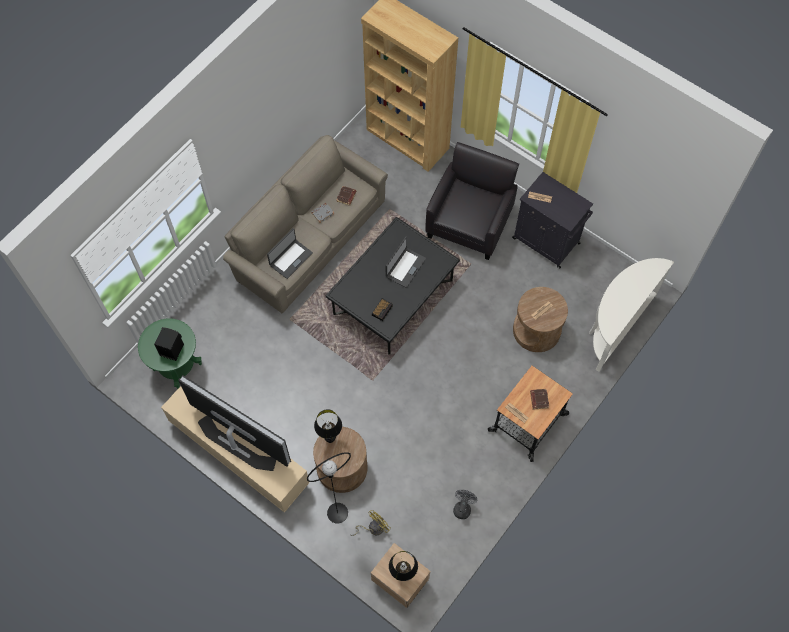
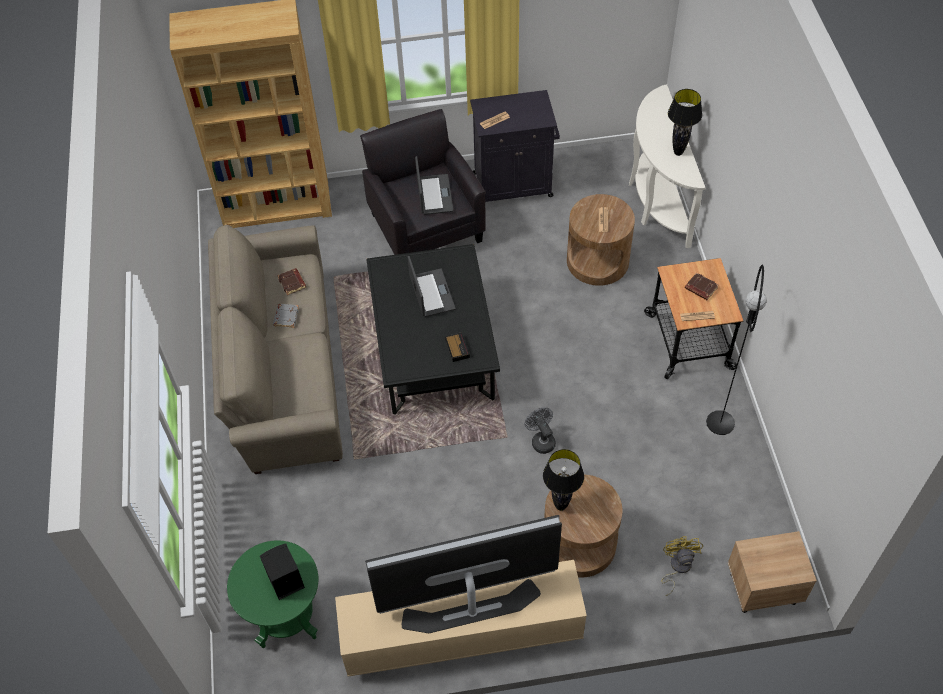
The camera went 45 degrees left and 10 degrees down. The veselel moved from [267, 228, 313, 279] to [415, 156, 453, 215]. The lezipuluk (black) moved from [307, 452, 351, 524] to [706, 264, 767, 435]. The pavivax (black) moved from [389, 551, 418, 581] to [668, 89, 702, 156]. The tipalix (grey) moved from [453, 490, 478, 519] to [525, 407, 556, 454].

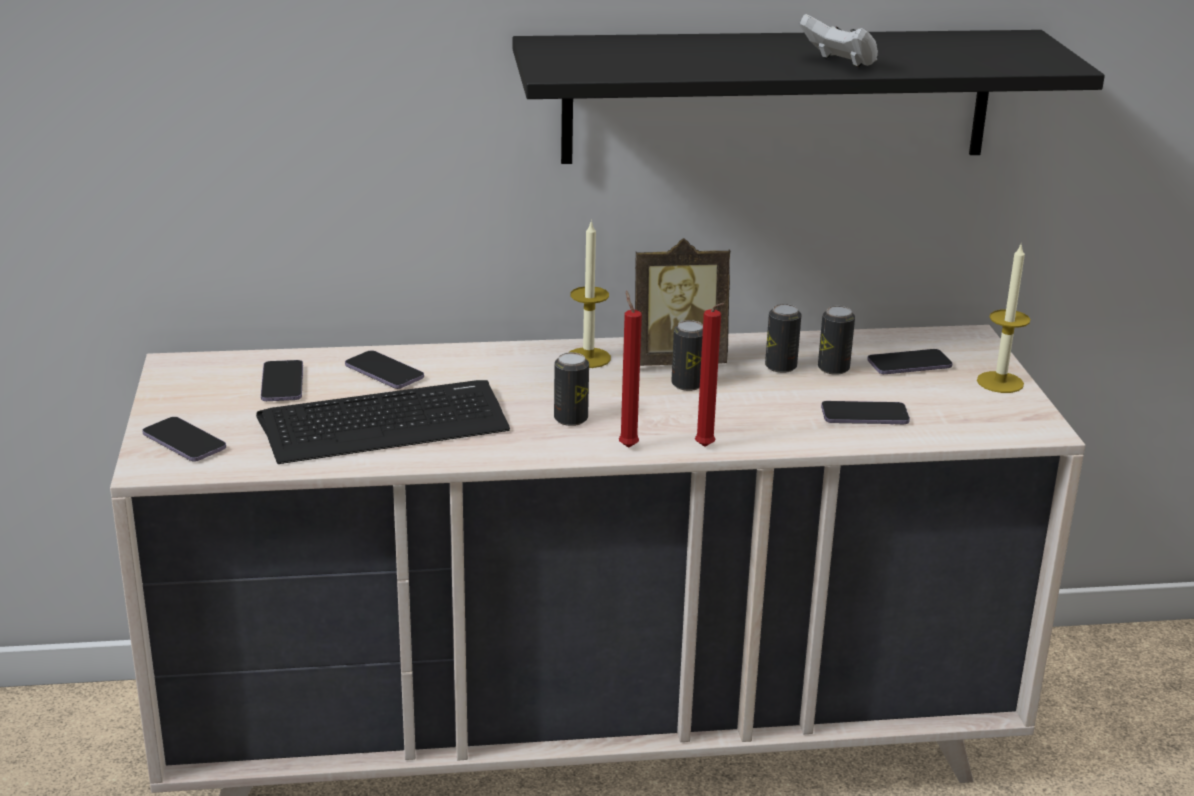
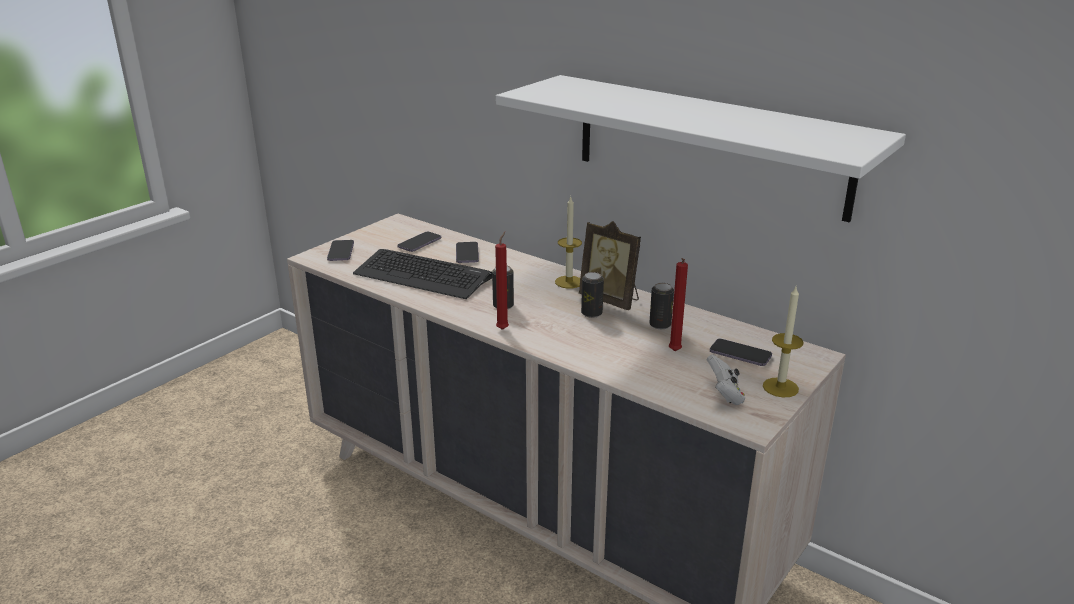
The camera went 45 degrees right and 0 degrees up. The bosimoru at [818, 306, 855, 375] disappeared. The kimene at [821, 401, 910, 425] disappeared. The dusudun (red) moved from [695, 303, 724, 447] to [669, 258, 688, 351]. The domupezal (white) moved from [799, 14, 878, 67] to [707, 354, 745, 405]. The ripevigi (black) at [513, 30, 1105, 164] became the ripevigi (white) at [496, 75, 906, 223].

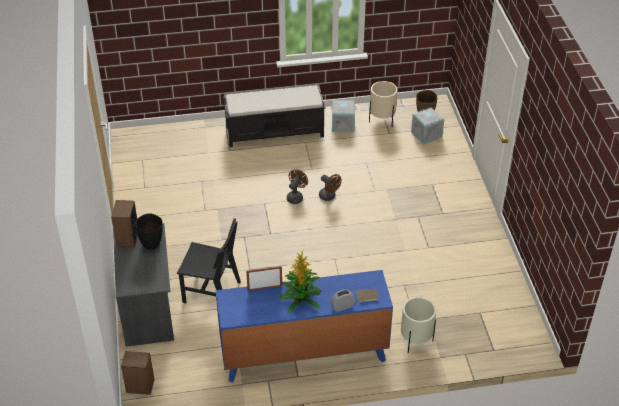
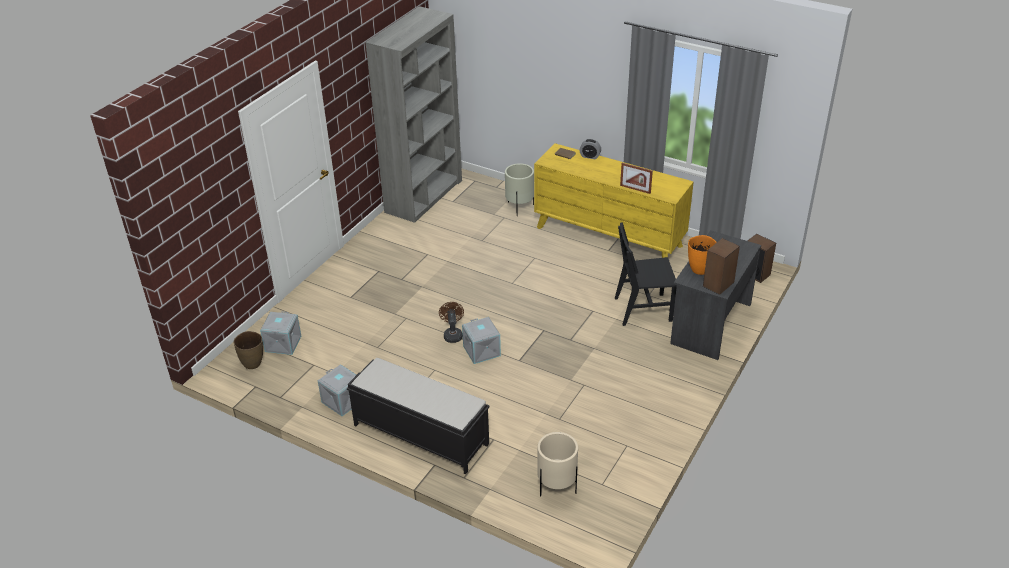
The camera went 140 degrees left and 5 degrees down. The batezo at [278, 251, 322, 313] disappeared. The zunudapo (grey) at [365, 6, 462, 223] appeared. The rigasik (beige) moved from [369, 81, 398, 126] to [537, 432, 578, 496]. The tipalix (brown) at [287, 170, 308, 204] was replaced by the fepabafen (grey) at [462, 317, 501, 364]. The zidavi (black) at [135, 213, 162, 250] became the zidavi (orange) at [688, 235, 717, 275]. The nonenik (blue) at [216, 270, 393, 383] became the nonenik (yellow) at [534, 143, 694, 258]. The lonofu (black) at [177, 218, 241, 303] turned 60 degrees counterclockwise.

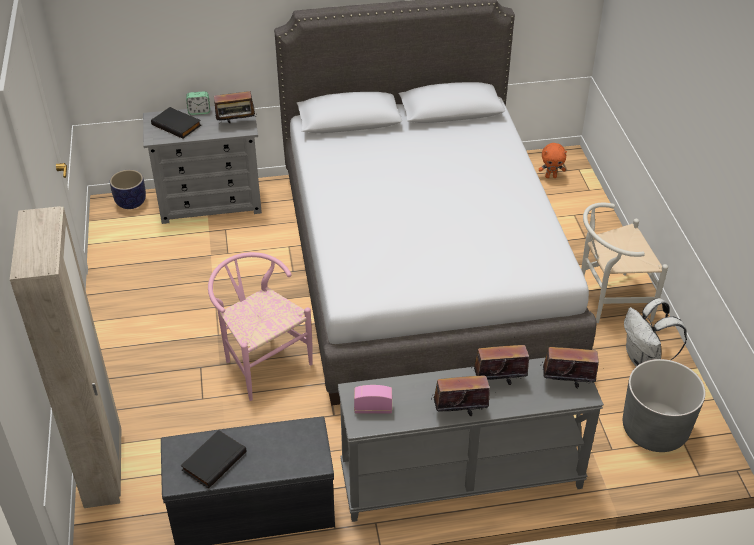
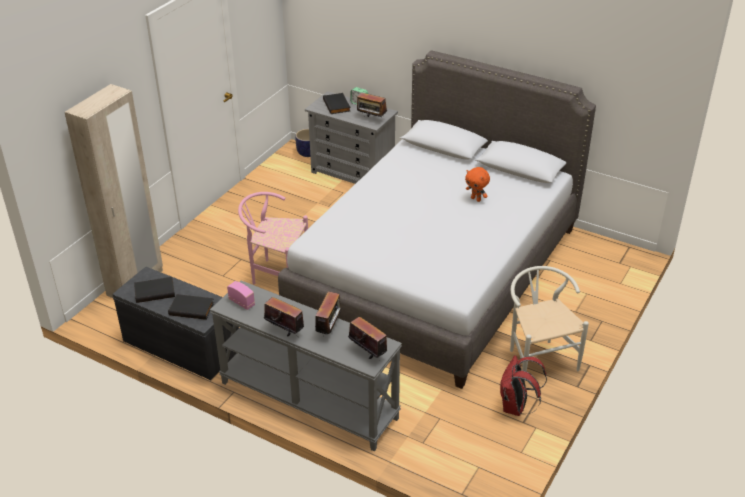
The camera went 40 degrees right and 5 degrees down. The rigasik (grey) at [623, 359, 706, 452] disappeared. The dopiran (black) at [168, 294, 214, 320] appeared. The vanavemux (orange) moved from [539, 143, 567, 178] to [465, 167, 490, 202]. The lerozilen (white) at [624, 298, 687, 366] became the lerozilen (red) at [500, 355, 547, 416]. The lonofu (pink) at [208, 252, 313, 401] turned 75 degrees counterclockwise. The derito at [471, 337, 529, 386] turned 75 degrees clockwise. The lonofu (white) at [581, 203, 668, 323] turned 45 degrees clockwise.

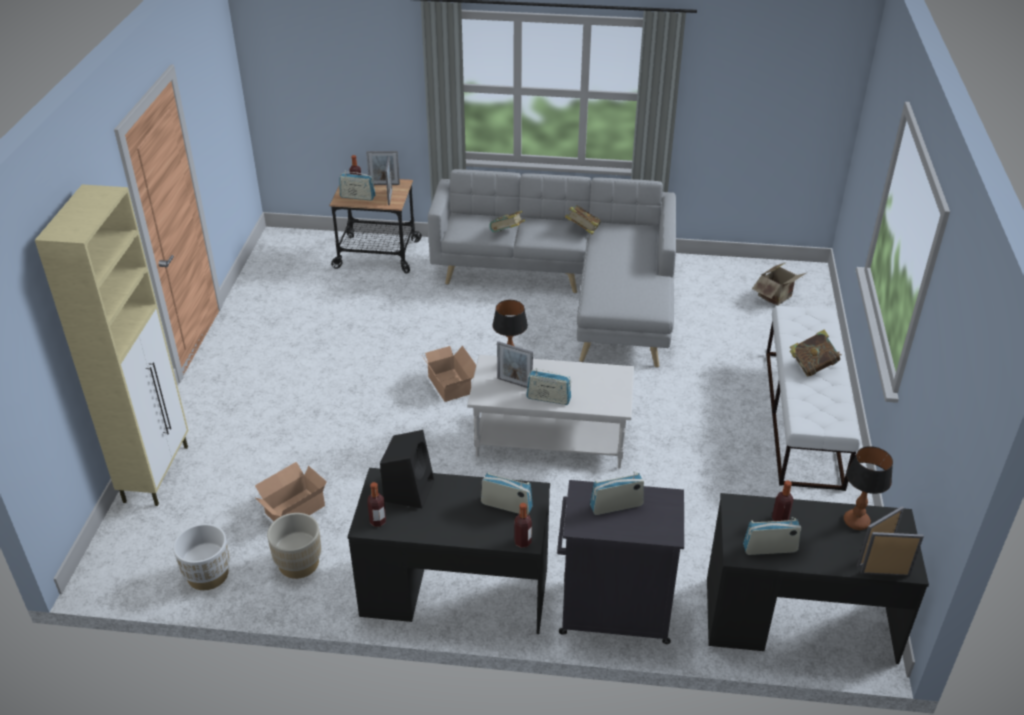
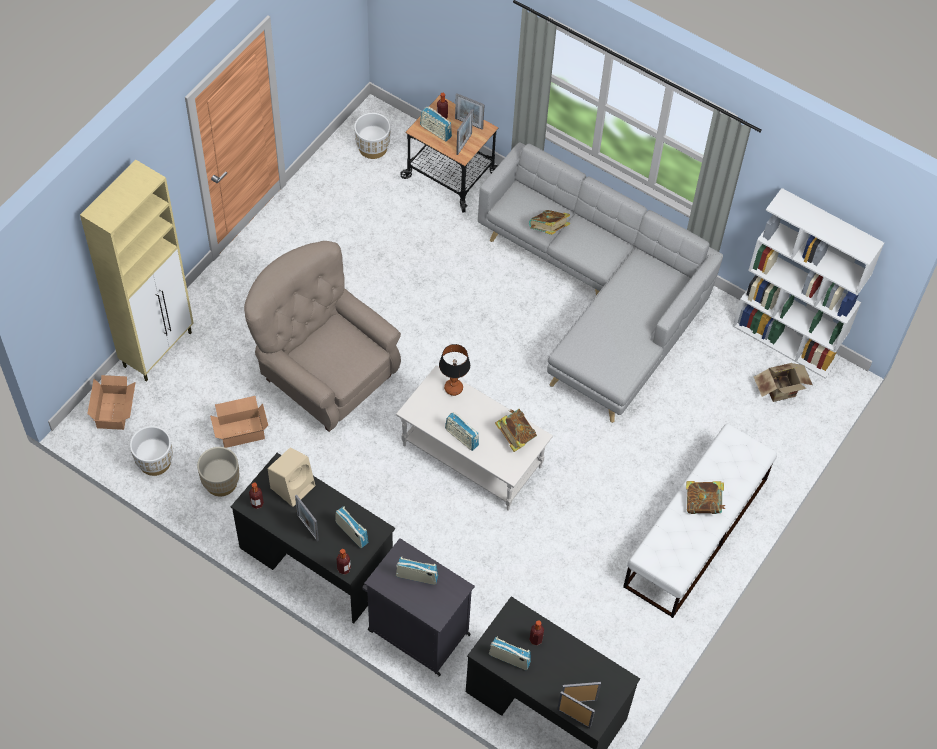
The camera went 25 degrees right and 20 degrees up. The pavivax at [844, 446, 893, 530] disappeared. The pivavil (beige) at [244, 241, 401, 432] appeared. The rigasik (white) at [354, 113, 390, 159] appeared. The zunudapo (white) at [733, 188, 884, 379] appeared. The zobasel moved from [423, 346, 476, 402] to [87, 375, 136, 430]. The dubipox moved from [497, 341, 533, 388] to [295, 494, 319, 541]. The dopiran moved from [565, 205, 601, 234] to [495, 409, 537, 452]. The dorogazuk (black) at [380, 430, 434, 508] became the dorogazuk (beige) at [268, 447, 315, 507].

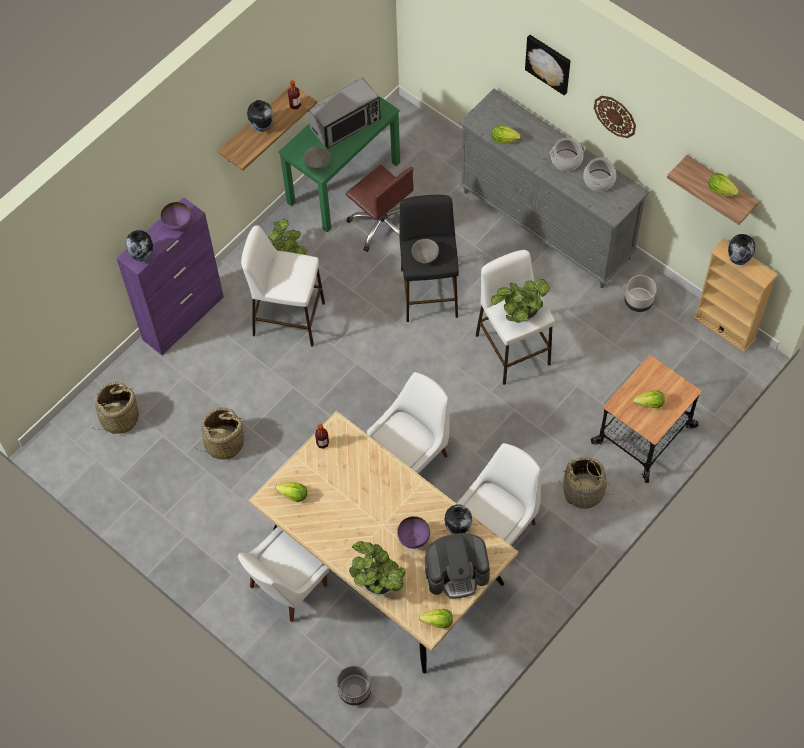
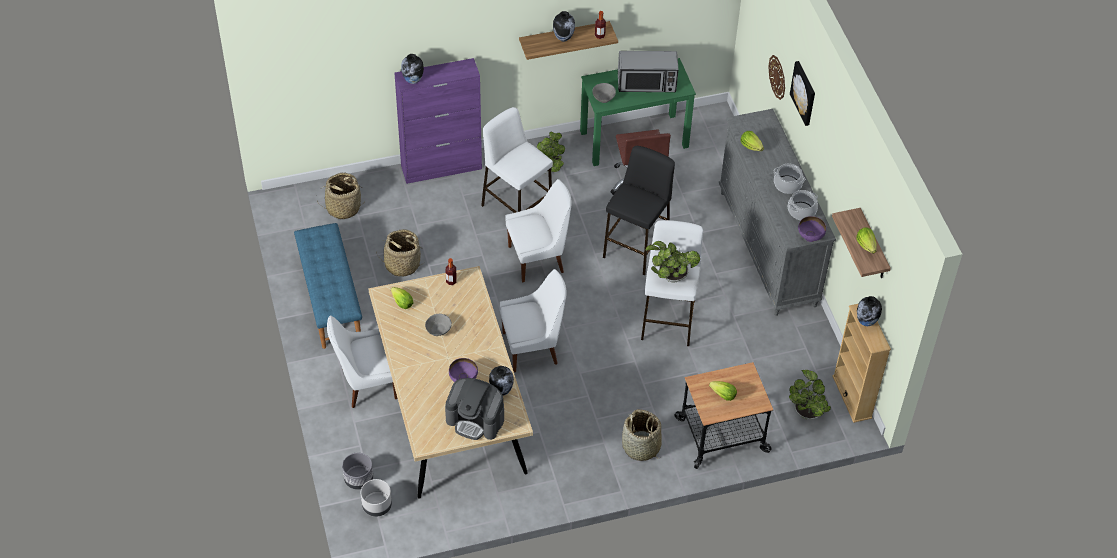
The camera went 30 degrees right and 10 degrees down. The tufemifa at [419, 609, 453, 629] disappeared. The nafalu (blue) at [294, 223, 362, 349] appeared. The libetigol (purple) moved from [160, 202, 192, 231] to [798, 216, 826, 242]. The batezo moved from [349, 541, 405, 596] to [789, 370, 831, 420]. The libetigol (grey) moved from [412, 239, 439, 264] to [425, 314, 452, 336]. The lonofu (white) moved from [456, 443, 541, 545] to [506, 179, 572, 283]. The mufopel moved from [594, 96, 636, 138] to [768, 55, 785, 100]. The rigasik (grey) moved from [624, 275, 656, 312] to [360, 479, 392, 517].

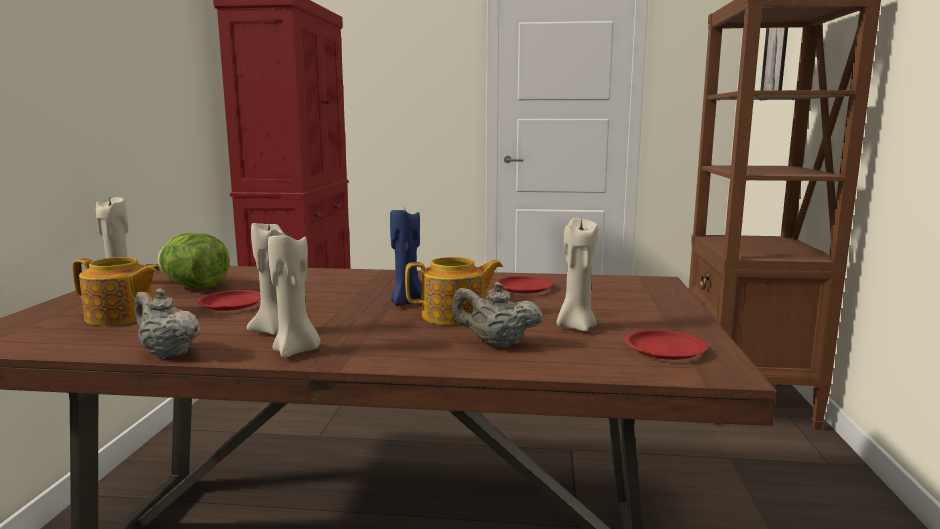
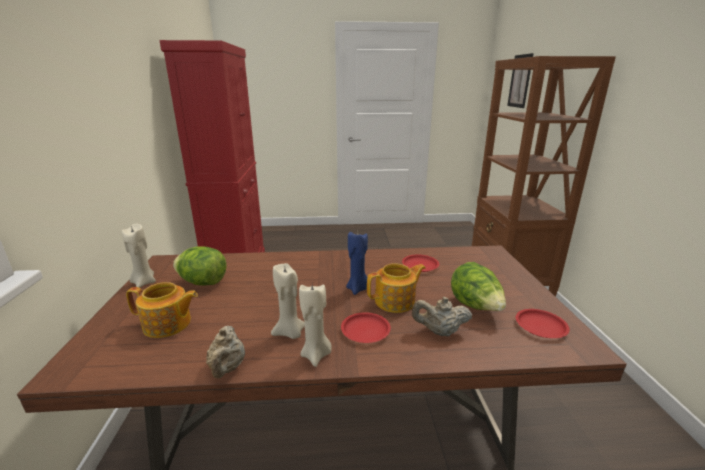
The camera went 10 degrees left and 10 degrees up. The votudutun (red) moved from [197, 290, 261, 311] to [341, 312, 391, 343]. The dusudun (beige) at [557, 217, 598, 332] was replaced by the tufemifa at [451, 262, 506, 311]. The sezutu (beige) at [134, 288, 200, 358] turned 120 degrees counterclockwise.

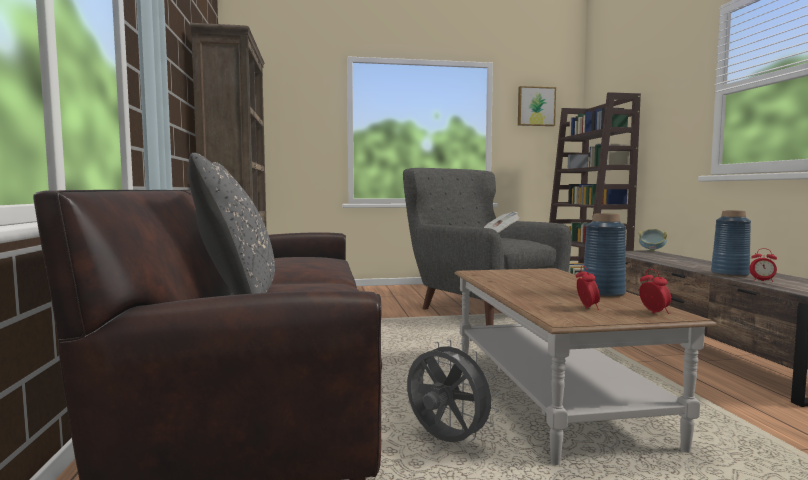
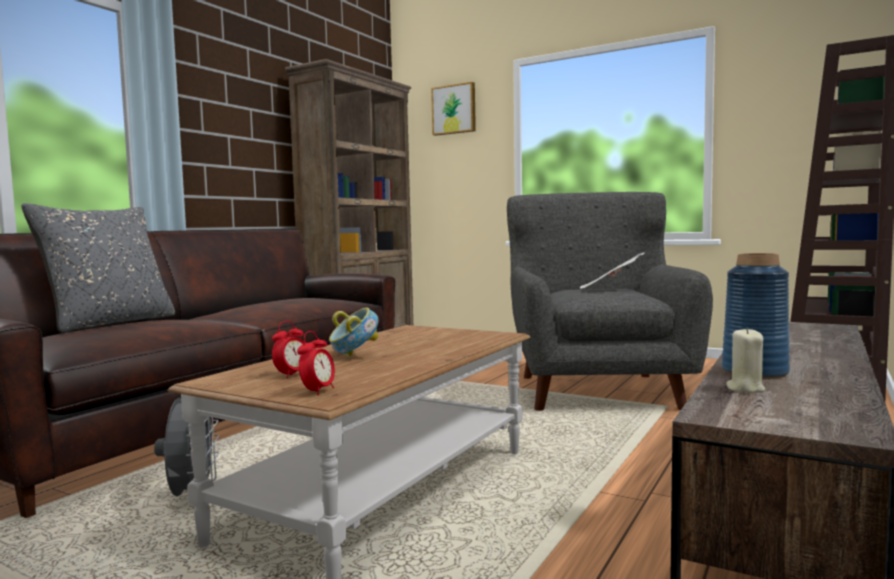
The camera went 40 degrees right and 0 degrees up. The zidavi (blue) at [583, 214, 626, 297] disappeared. The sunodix moved from [518, 86, 556, 126] to [431, 82, 476, 136]. The libetigol moved from [639, 229, 667, 251] to [329, 308, 378, 357]. The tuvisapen at [749, 248, 777, 281] was replaced by the dusudun (beige) at [726, 327, 765, 393].

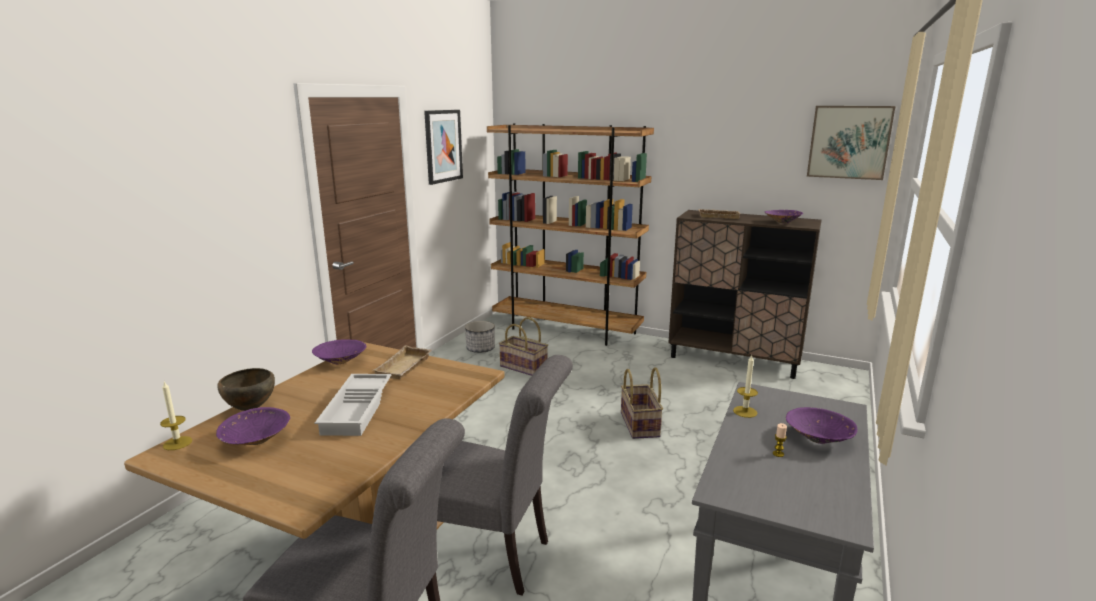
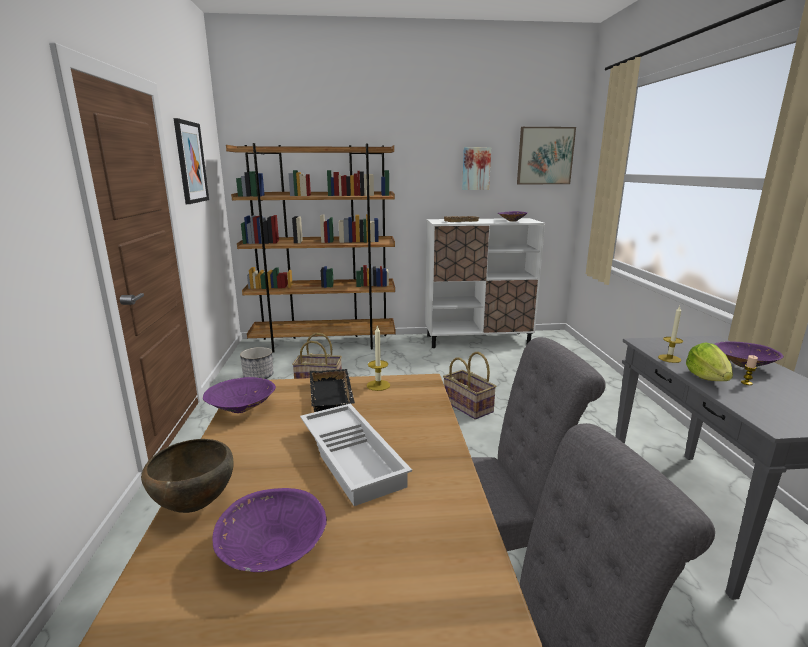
The camera went 30 degrees left and 0 degrees up. The sunodix at [462, 147, 491, 190] appeared. The tufemifa at [686, 342, 733, 381] appeared. The dusudun moved from [160, 381, 192, 450] to [367, 325, 390, 391]. The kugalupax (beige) at [373, 345, 432, 379] became the kugalupax (black) at [310, 369, 355, 412]. The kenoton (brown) at [668, 210, 822, 379] became the kenoton (white) at [425, 218, 545, 348].

